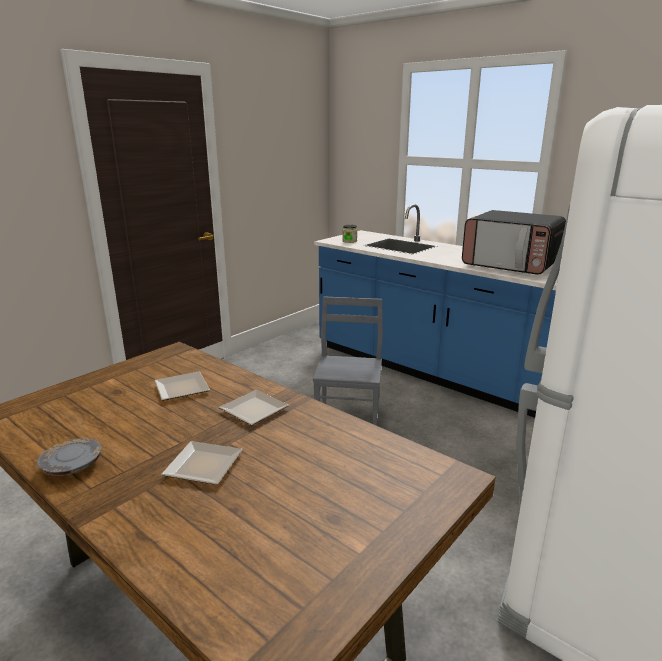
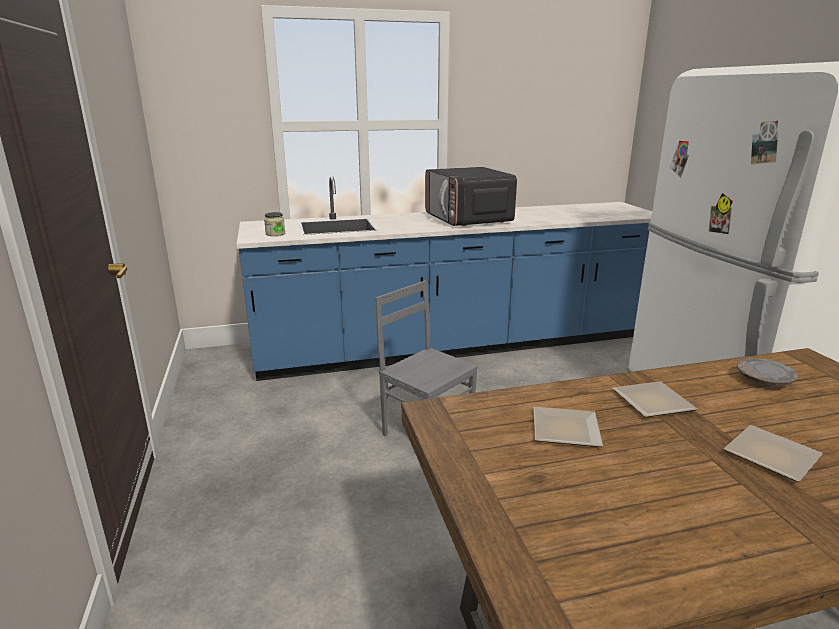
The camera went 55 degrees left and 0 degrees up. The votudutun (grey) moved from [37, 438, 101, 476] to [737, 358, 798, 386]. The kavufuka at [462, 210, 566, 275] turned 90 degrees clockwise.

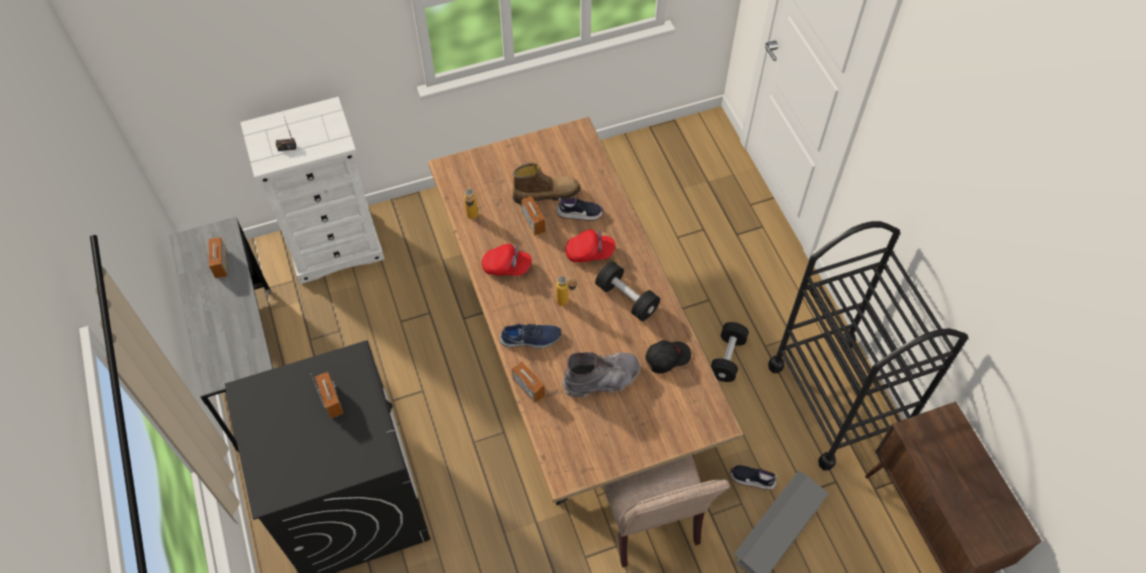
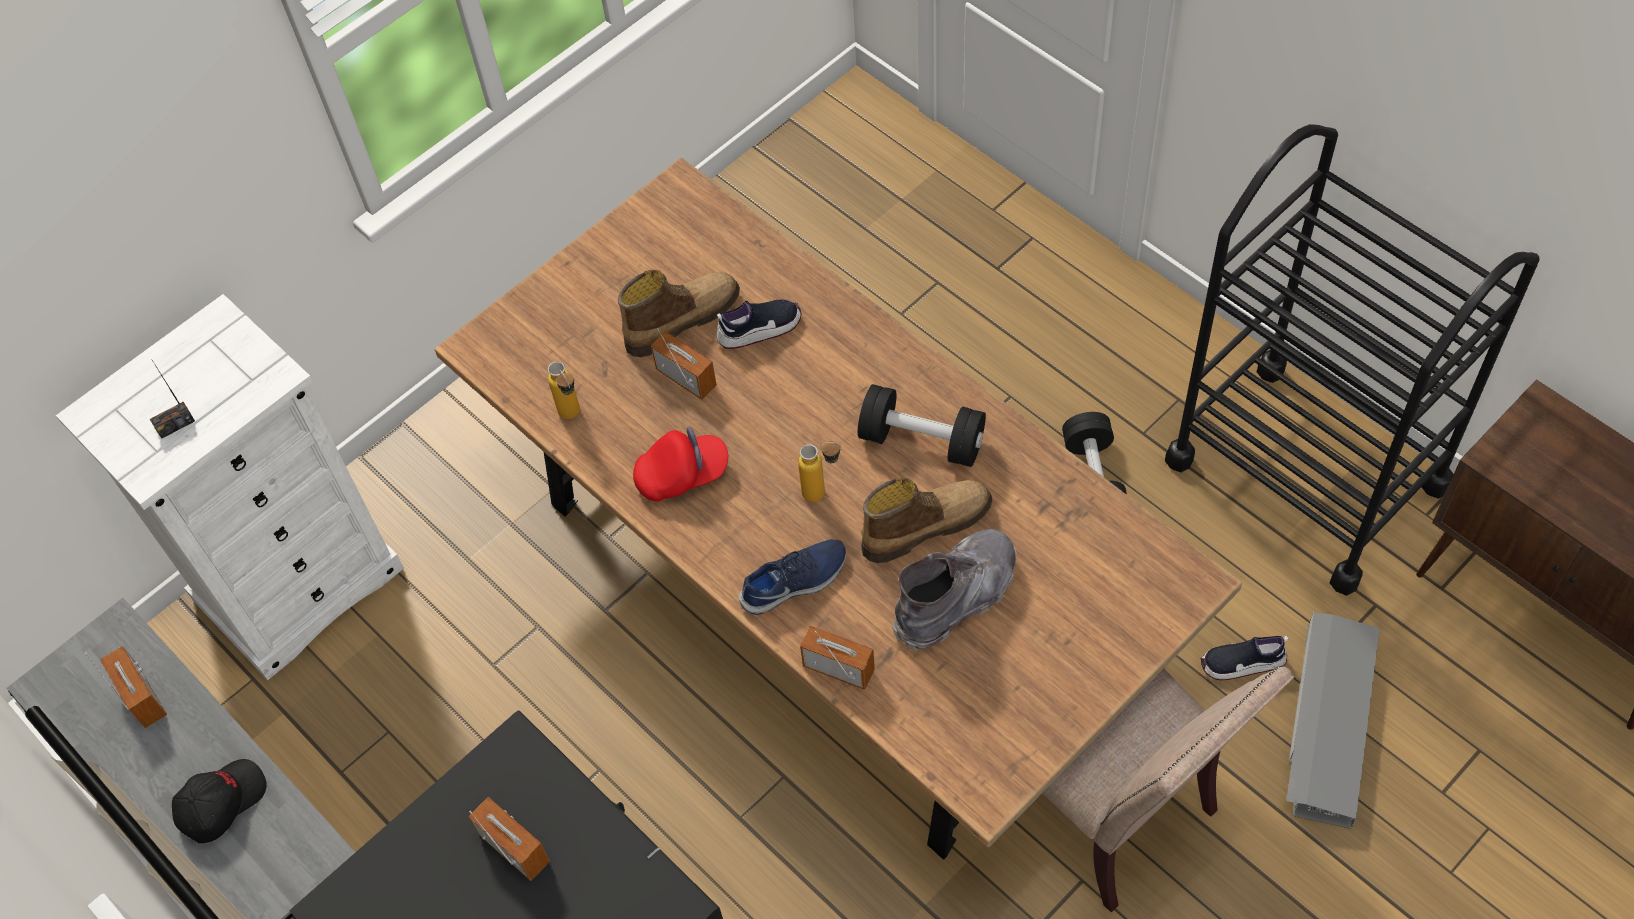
The camera went 20 degrees left and 0 degrees up. The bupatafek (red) at [565, 229, 615, 262] disappeared. The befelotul at [861, 478, 992, 563] appeared. The bupatafek (black) moved from [645, 340, 691, 373] to [172, 759, 267, 843].

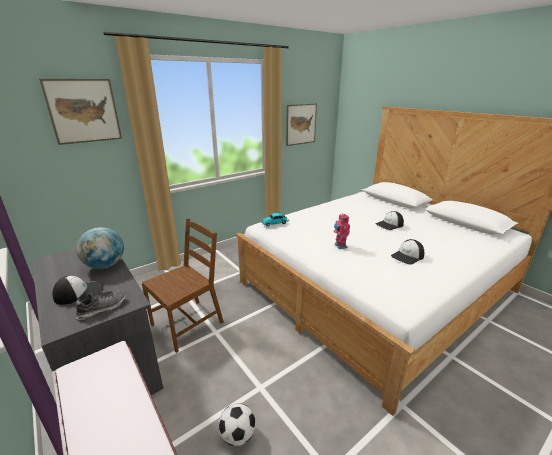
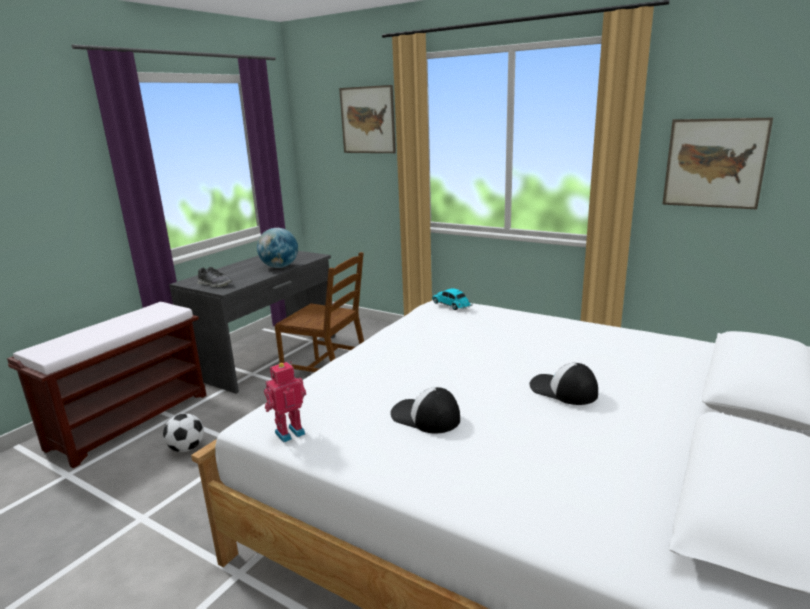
The camera went 70 degrees right and 5 degrees down. The bupatafek at [52, 276, 103, 305] disappeared. The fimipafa moved from [334, 214, 350, 249] to [264, 361, 306, 443].

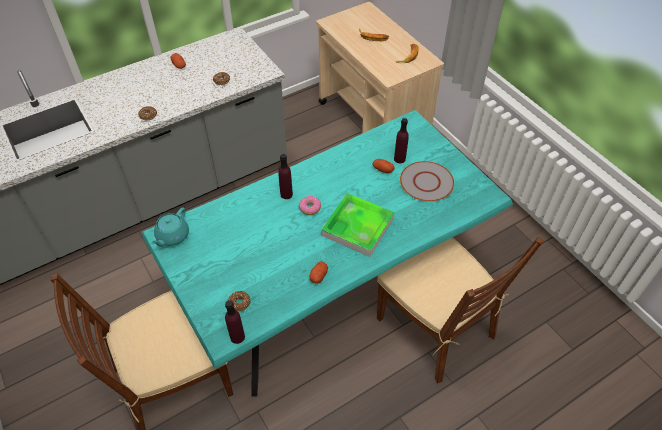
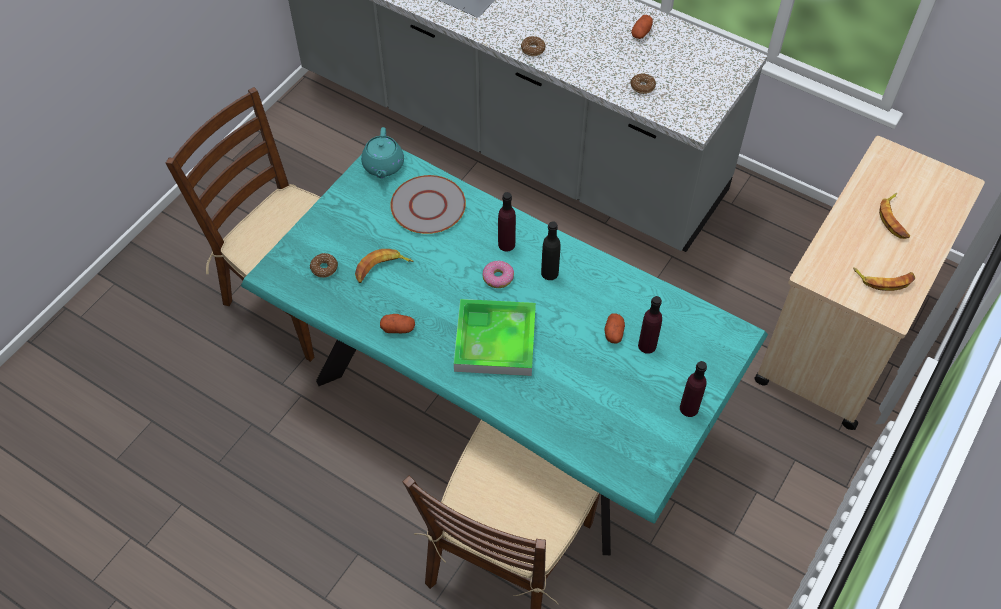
The camera went 65 degrees right and 5 degrees up. The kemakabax at [355, 249, 414, 283] appeared. The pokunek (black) at [541, 221, 561, 280] appeared. The pokunek (purple) moved from [225, 300, 245, 344] to [680, 361, 707, 417]. The votudutun (grey) moved from [400, 161, 454, 202] to [390, 175, 466, 234]. The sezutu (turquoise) at [151, 208, 189, 246] turned 90 degrees counterclockwise.

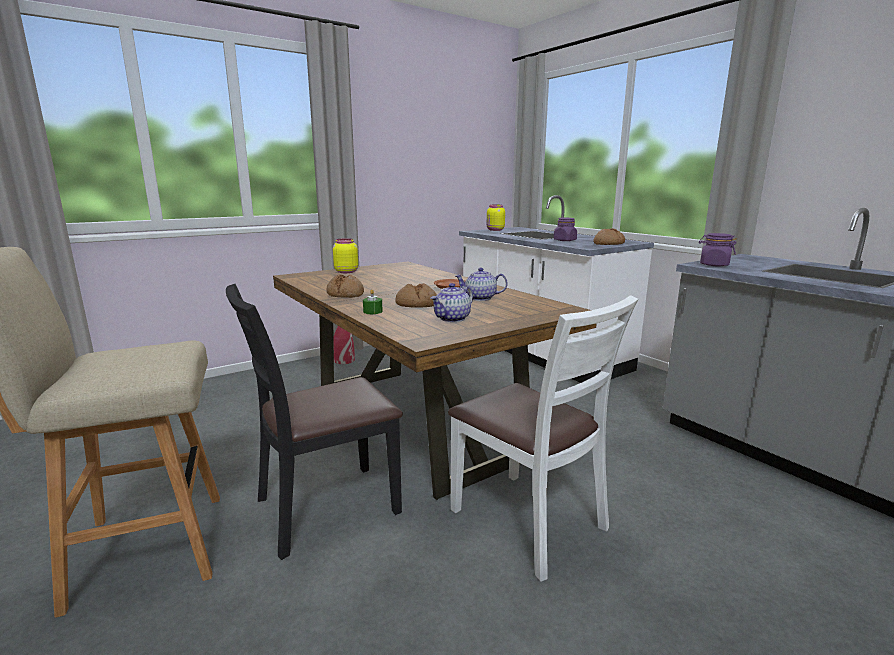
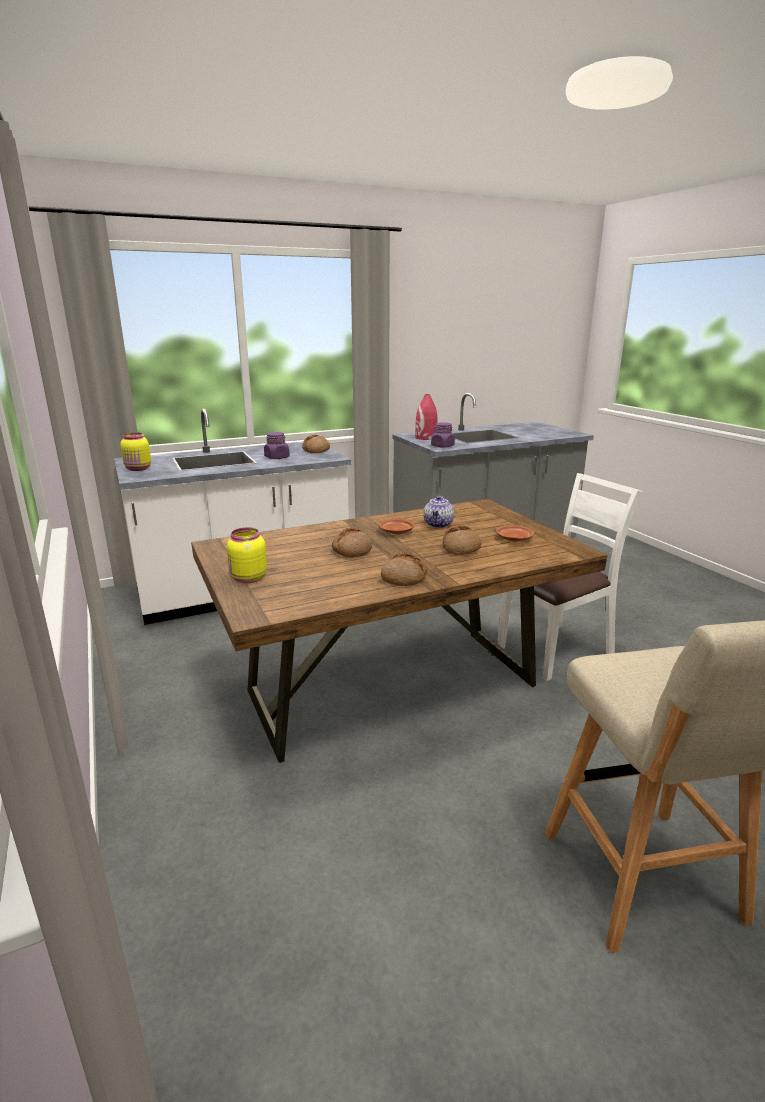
The camera went 80 degrees left and 5 degrees up. The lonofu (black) at [226, 284, 403, 560] disappeared. The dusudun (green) at [363, 289, 383, 314] disappeared. The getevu at [332, 527, 372, 558] appeared. The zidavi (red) moved from [333, 326, 355, 364] to [415, 394, 438, 440]. The sezutu at [430, 283, 473, 322] was replaced by the votudutun (brown) at [496, 525, 534, 541].

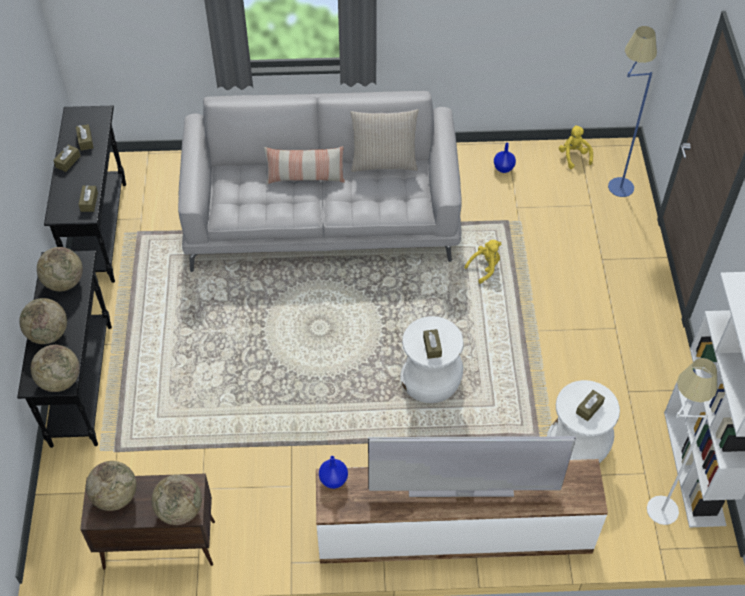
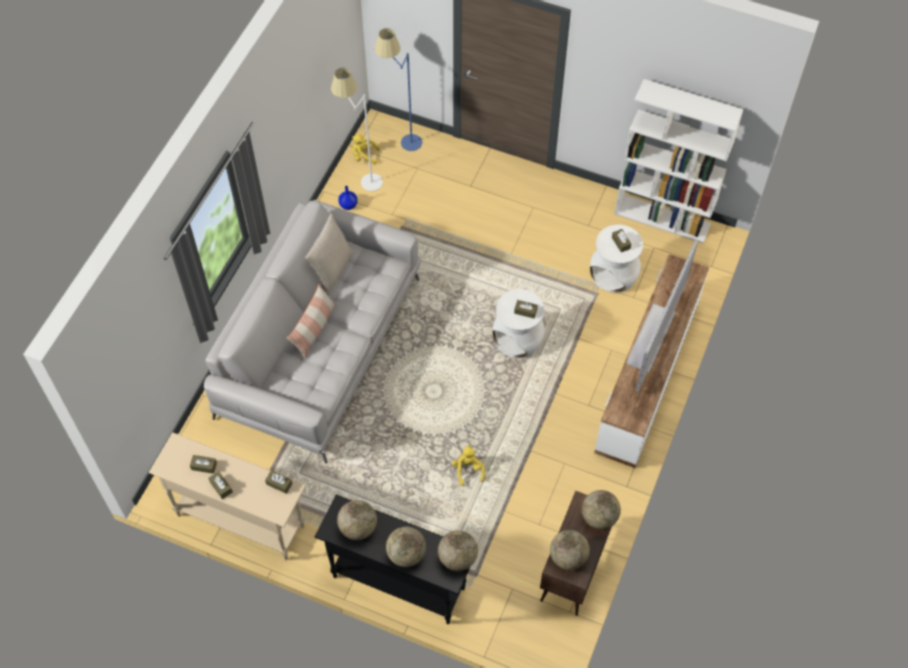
The camera went 65 degrees left and 5 degrees up. The zidavi (blue) at [319, 456, 348, 489] disappeared. The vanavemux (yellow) moved from [464, 240, 501, 284] to [452, 444, 485, 486]. The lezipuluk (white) moved from [647, 358, 718, 525] to [331, 68, 383, 191]. The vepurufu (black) at [44, 106, 126, 283] became the vepurufu (beige) at [149, 432, 306, 560].

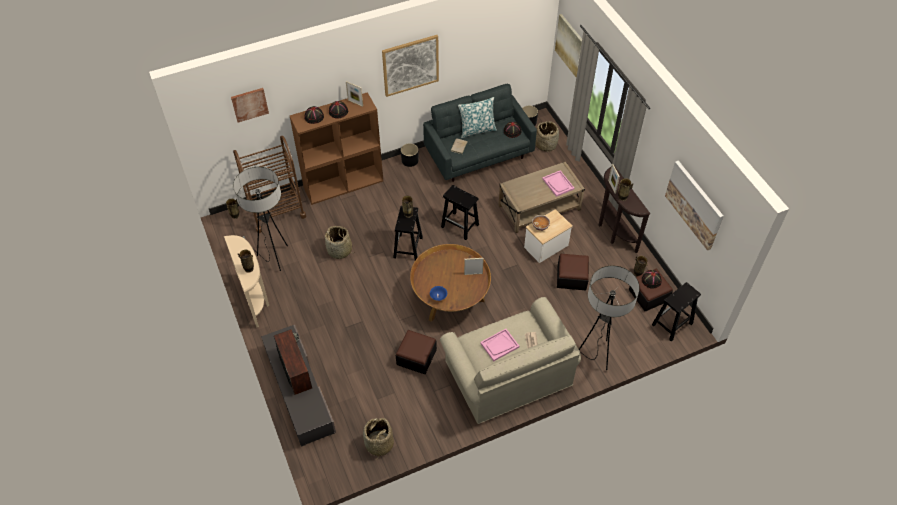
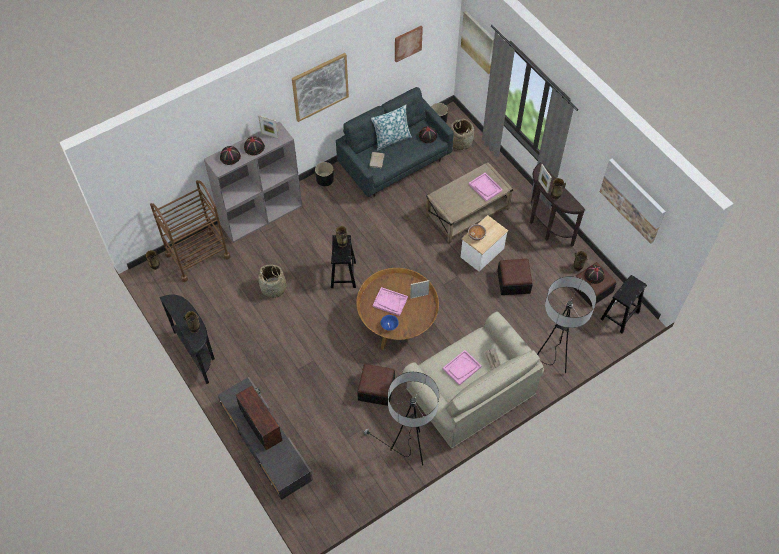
The camera went 10 degrees left and 5 degrees up. The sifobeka at [363, 418, 394, 460] disappeared. The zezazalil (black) at [441, 185, 479, 240] disappeared. The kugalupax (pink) at [373, 287, 408, 316] appeared. The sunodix moved from [231, 88, 269, 122] to [395, 26, 423, 62]. The lezipuluk moved from [233, 167, 288, 271] to [364, 372, 439, 466]. The vepurufu (beige) at [224, 235, 269, 328] became the vepurufu (black) at [159, 295, 215, 384]. The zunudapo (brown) at [290, 92, 383, 205] became the zunudapo (grey) at [204, 121, 302, 243].

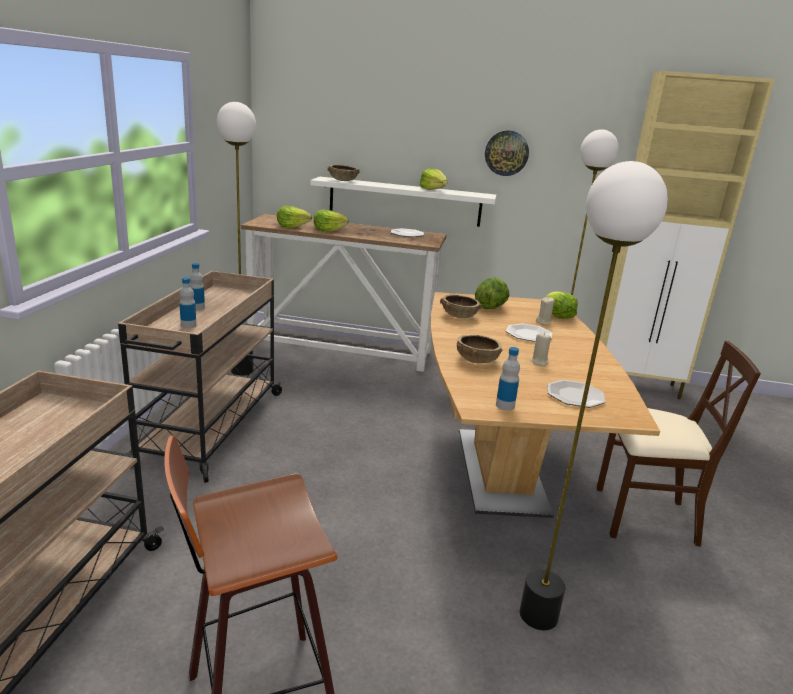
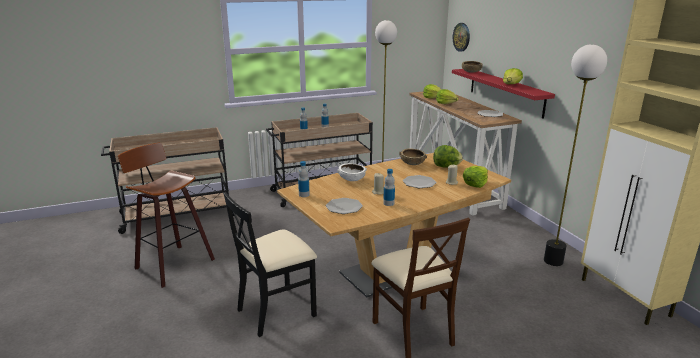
The camera went 60 degrees right and 0 degrees up. The pokunek at [383, 169, 395, 206] appeared. The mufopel moved from [485, 130, 529, 176] to [453, 23, 470, 52]. The lezipuluk at [520, 161, 668, 630] was replaced by the lonofu (black) at [224, 192, 317, 337]. The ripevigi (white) at [310, 177, 496, 227] became the ripevigi (red) at [452, 69, 555, 119]. The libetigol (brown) at [457, 335, 503, 363] became the libetigol (white) at [337, 163, 367, 181].

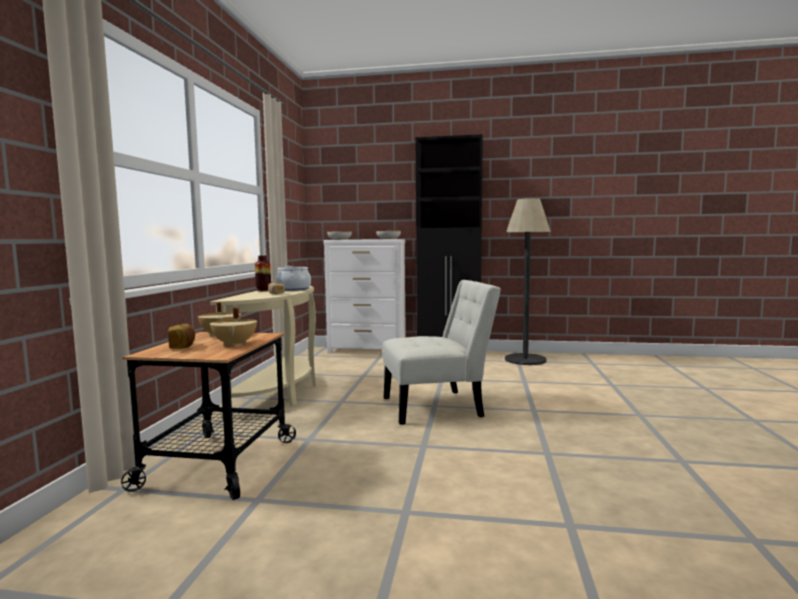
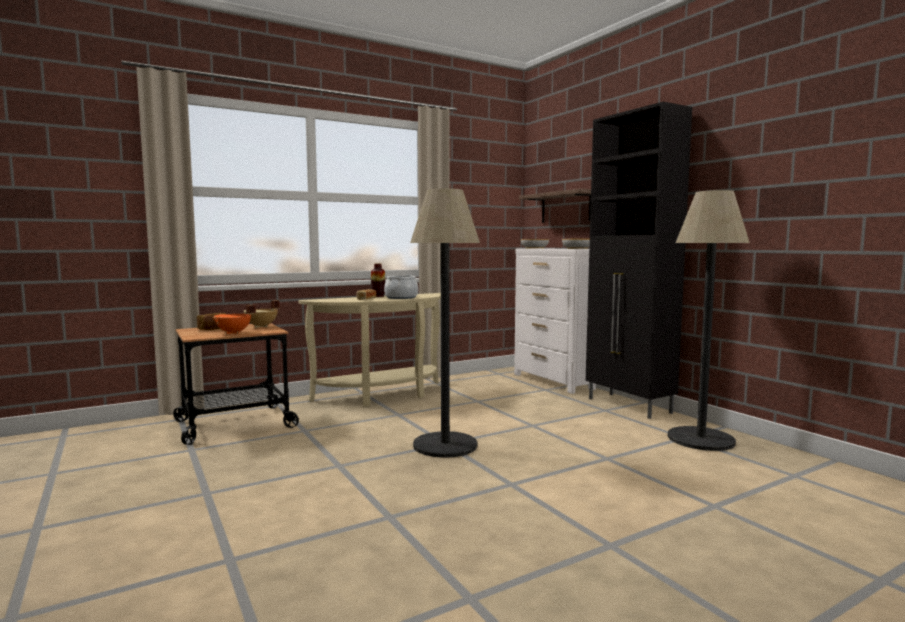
The camera went 50 degrees right and 0 degrees up. The ripevigi at [519, 189, 591, 223] appeared. The lonofu (white) at [383, 280, 501, 425] was replaced by the lezipuluk at [410, 188, 480, 458]. The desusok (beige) at [210, 307, 257, 347] became the desusok (orange) at [212, 305, 256, 334].

